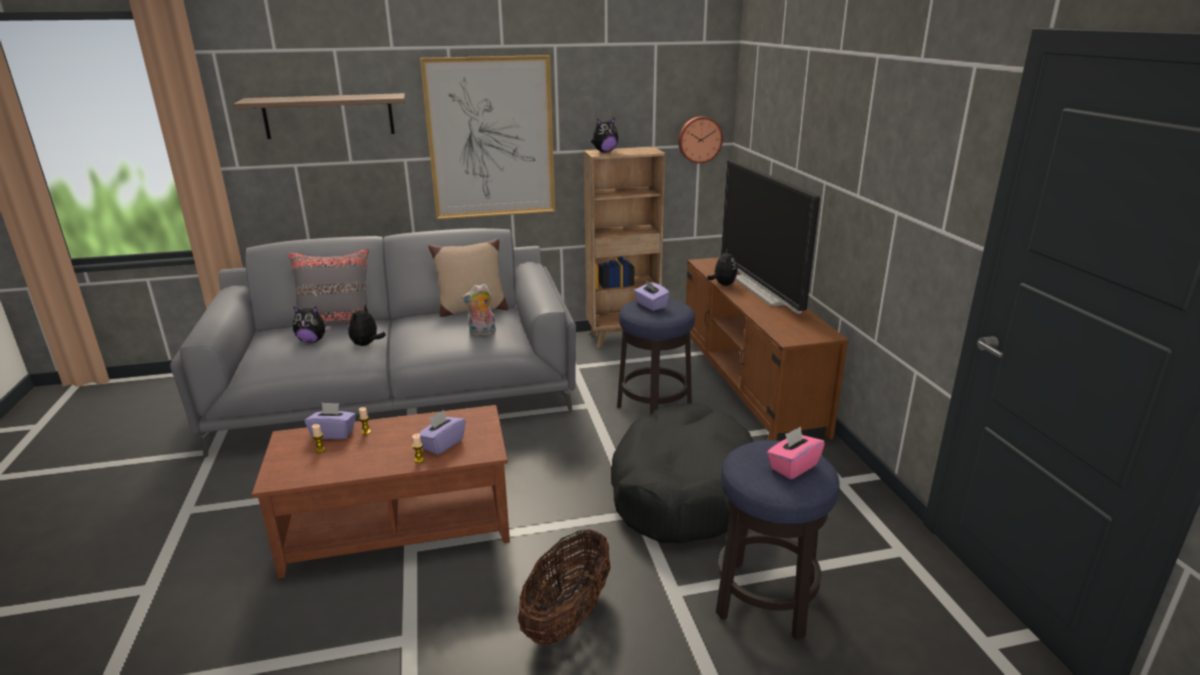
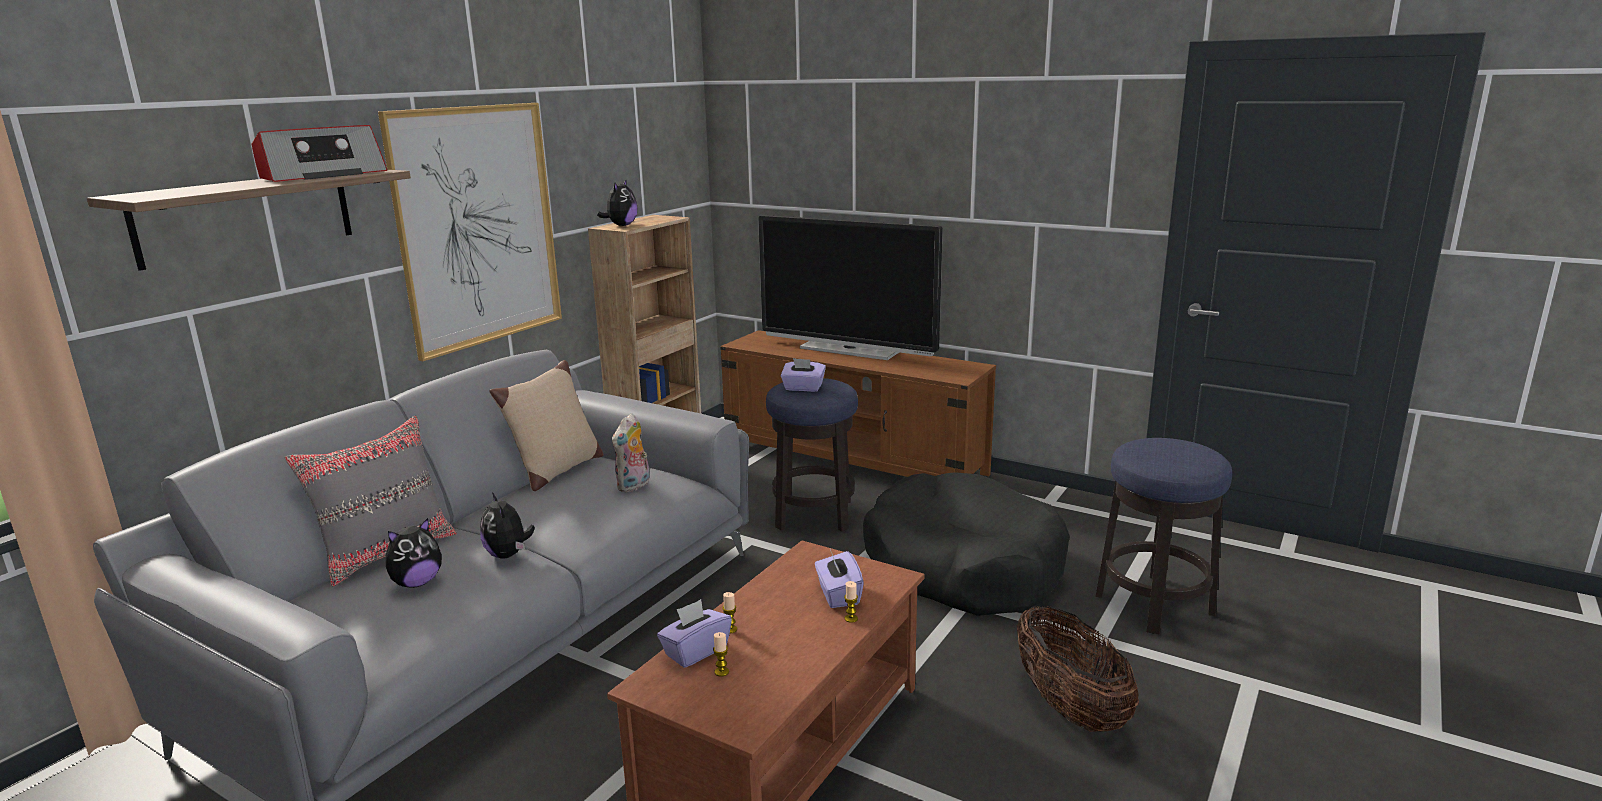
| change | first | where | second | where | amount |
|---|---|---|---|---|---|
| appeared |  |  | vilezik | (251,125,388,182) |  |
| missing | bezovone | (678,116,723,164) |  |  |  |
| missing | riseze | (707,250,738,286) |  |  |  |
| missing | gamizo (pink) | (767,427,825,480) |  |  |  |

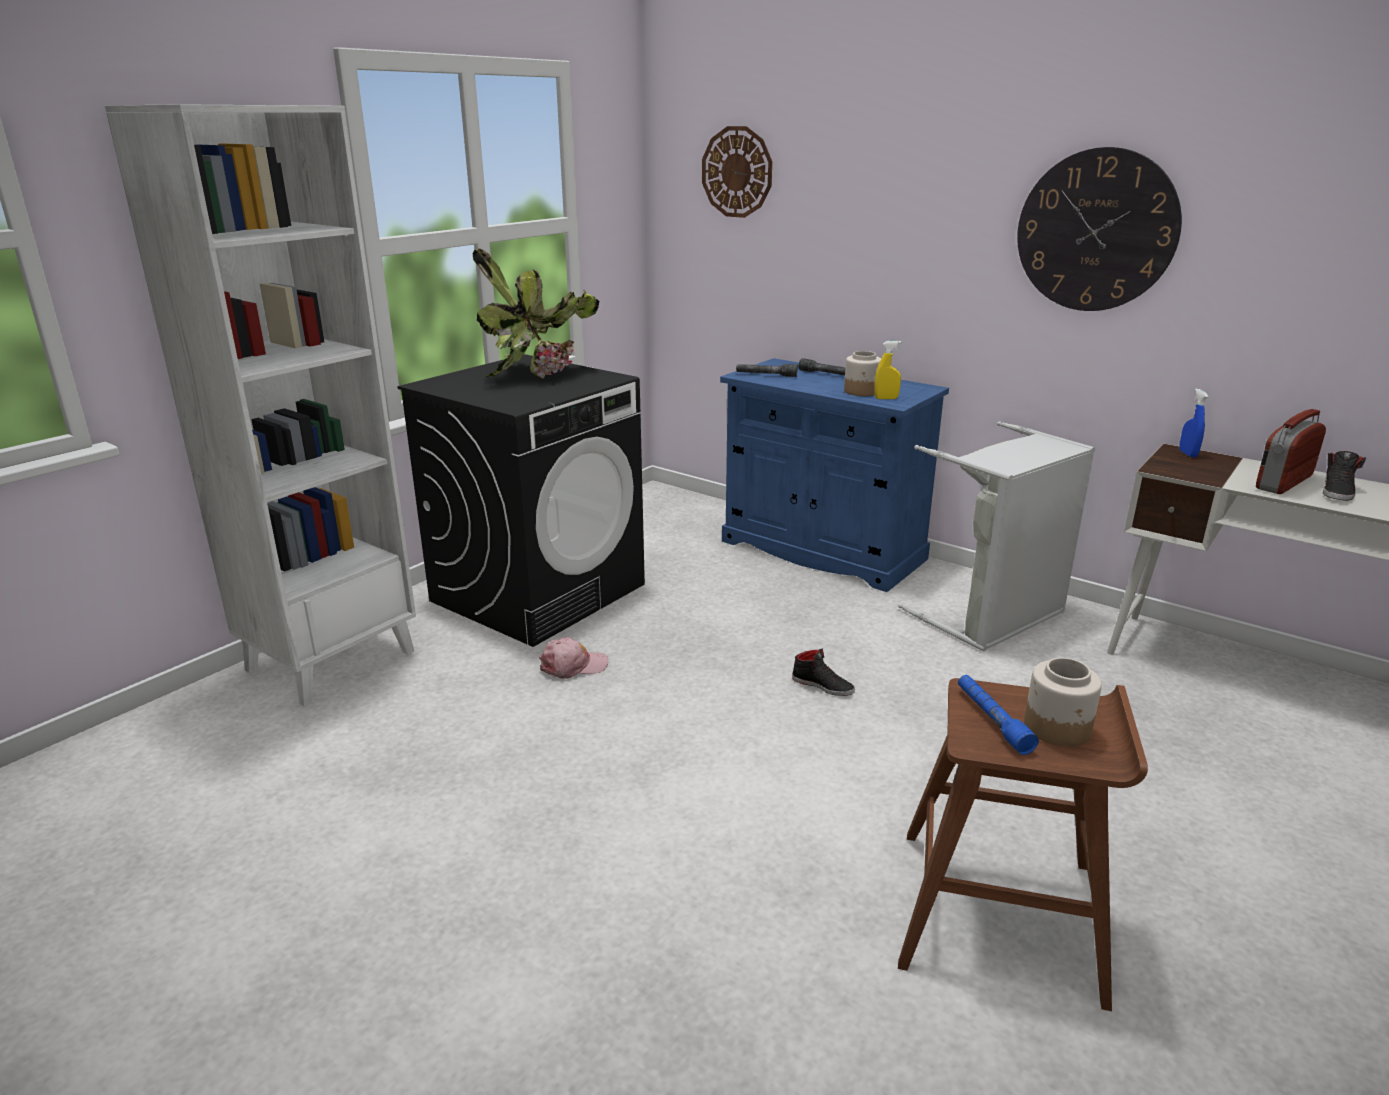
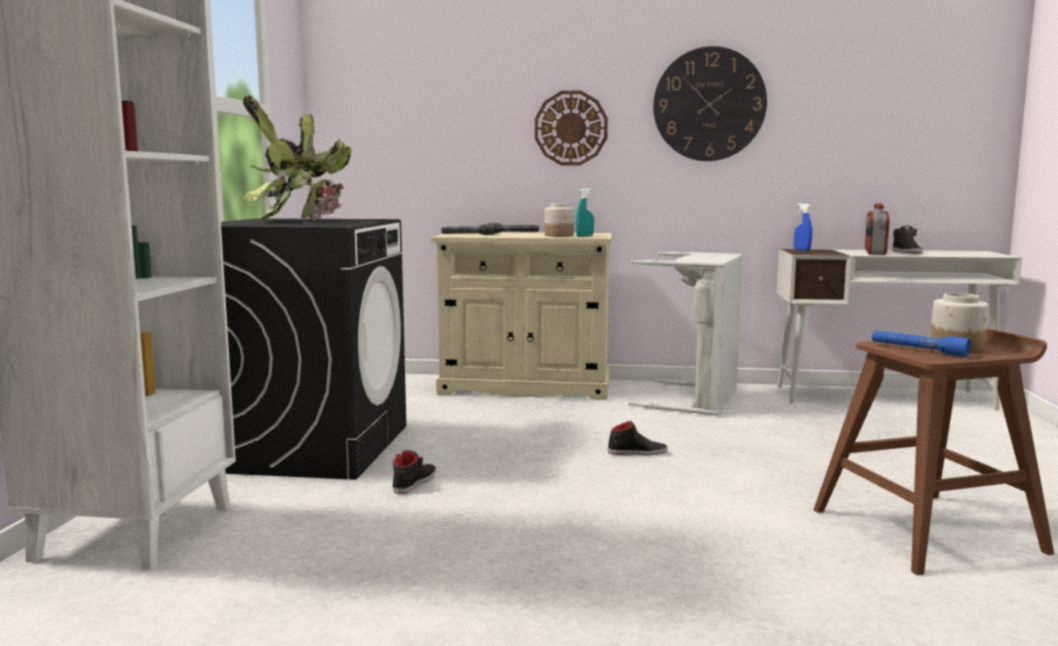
| change | first | where | second | where | amount |
|---|---|---|---|---|---|
| exchanged | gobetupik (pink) | (539,637,608,679) | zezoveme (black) | (392,450,436,494) |  |
| colour | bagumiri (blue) | (720,358,949,592) | bagumiri (beige) | (431,232,613,400) |  |
| relocated | bezovone | (702,126,772,218) |  | (535,91,608,166) |  |
| colour | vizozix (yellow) | (875,341,901,399) | vizozix (turquoise) | (576,188,594,237) |  |

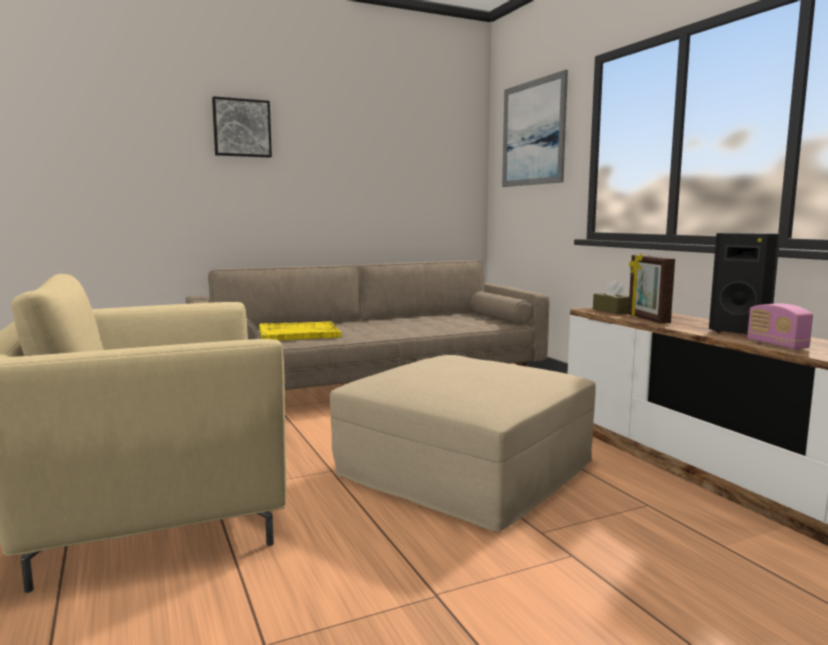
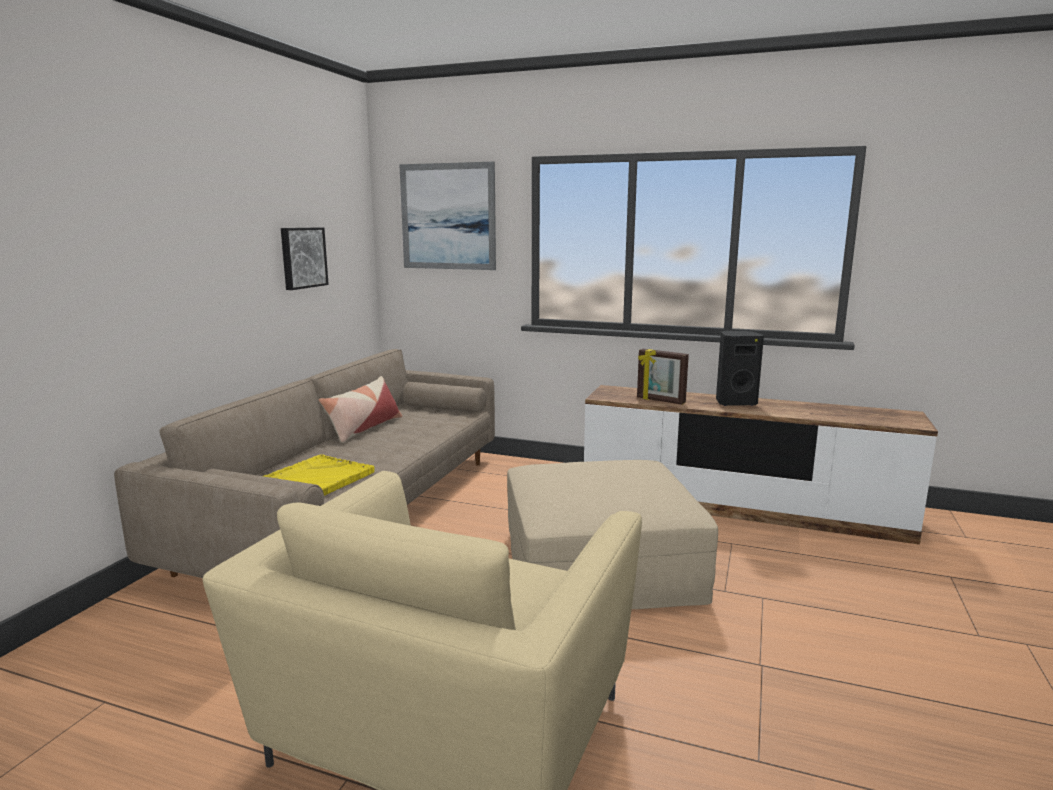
| change | first | where | second | where | amount |
|---|---|---|---|---|---|
| relocated | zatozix | (212,96,272,158) |  | (281,227,329,290) |  |
| appeared |  |  | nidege | (319,376,402,443) |  |
| missing | gamizo (brown) | (593,280,629,314) |  |  |  |
| missing | vilezik | (747,303,813,350) |  |  |  |

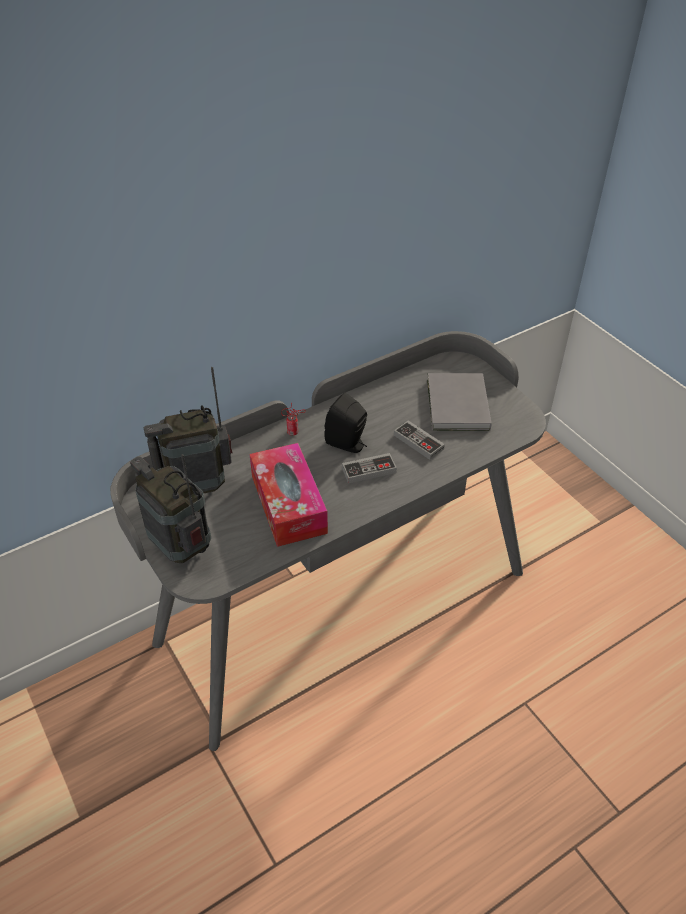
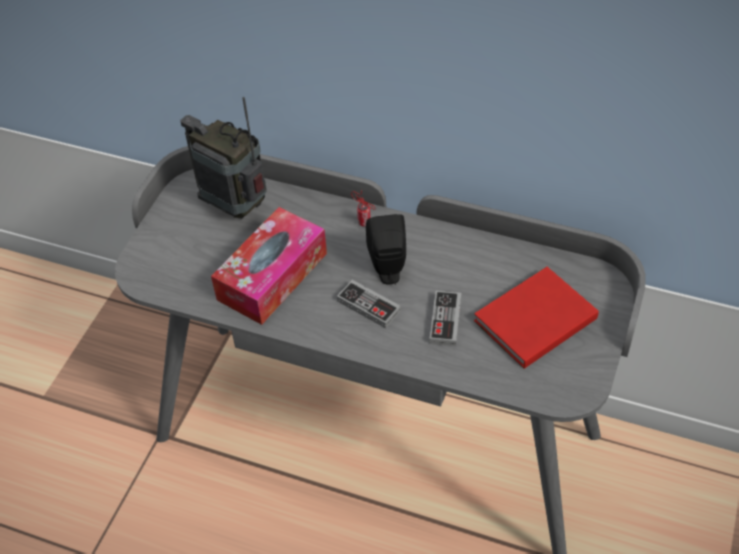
| change | first | where | second | where | amount |
|---|---|---|---|---|---|
| colour | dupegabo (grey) | (427,373,492,431) | dupegabo (red) | (474,267,599,369) |  |
| missing | vilezik | (130,454,211,563) |  |  |  |

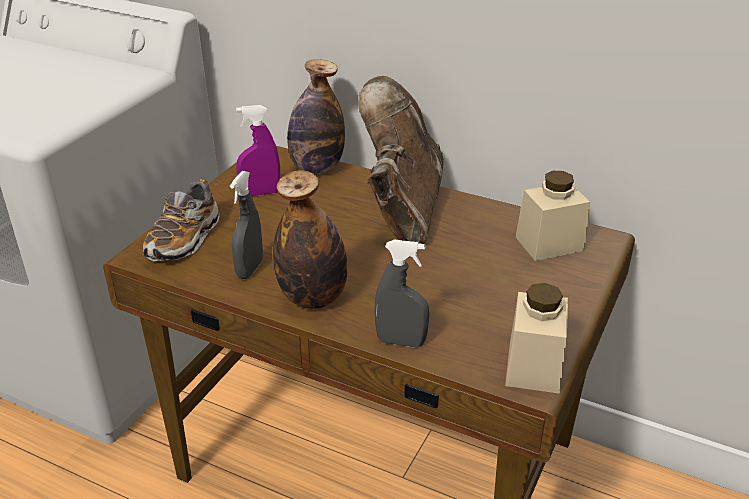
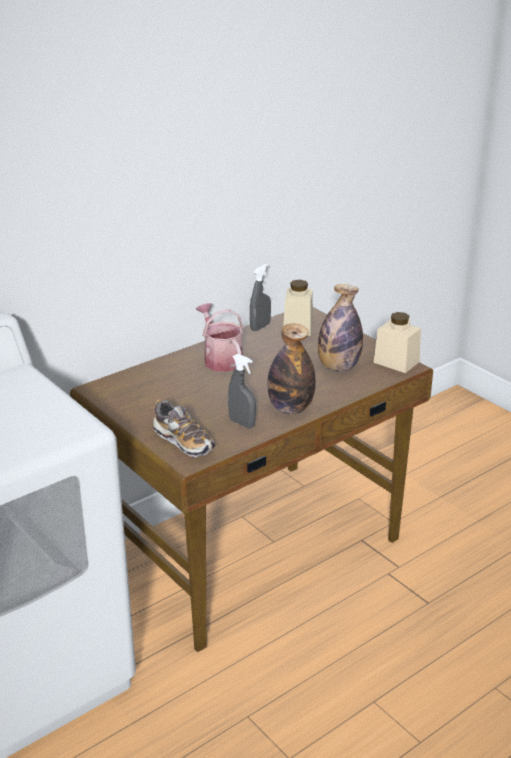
| change | first | where | second | where | amount |
|---|---|---|---|---|---|
| exchanged | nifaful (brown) | (358,76,444,244) | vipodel | (196,303,243,372) |  |
| relocated | vizozix (grey) | (374,240,429,347) |  | (250,264,271,331) |  |
| relocated | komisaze | (287,59,345,174) |  | (318,284,363,371) |  |
| missing | vizozix (purple) | (236,105,280,196) |  |  |  |

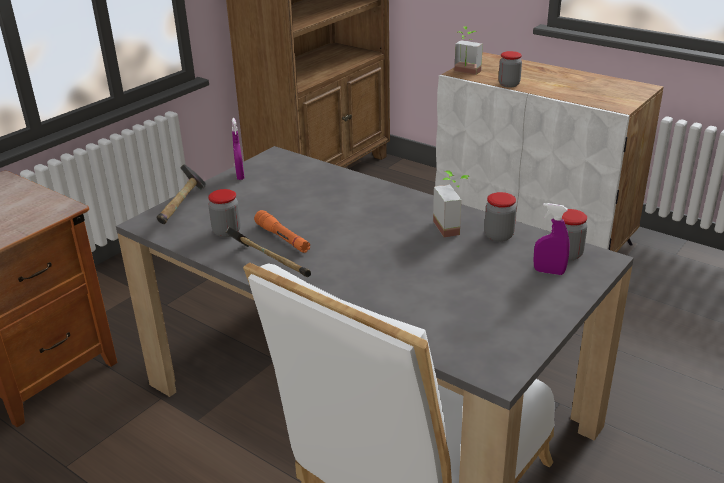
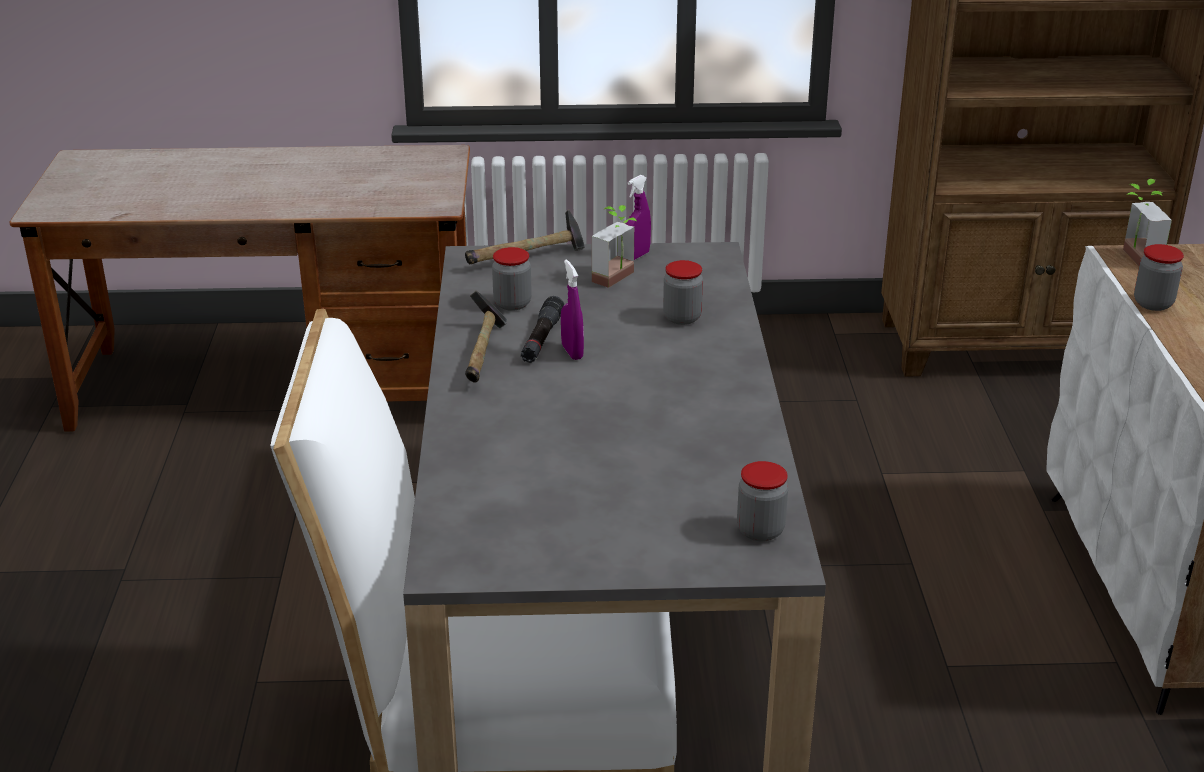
| change | first | where | second | where | amount |
|---|---|---|---|---|---|
| colour | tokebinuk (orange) | (254,210,310,253) | tokebinuk (black) | (521,296,564,363) |  |
| relocated | vizozix (purple) | (533,203,570,275) |  | (561,260,584,360) |  |
| relocated | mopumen | (433,171,468,237) |  | (592,205,637,288) |  |
| relocated | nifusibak | (484,192,516,242) |  | (663,260,703,325) |  |

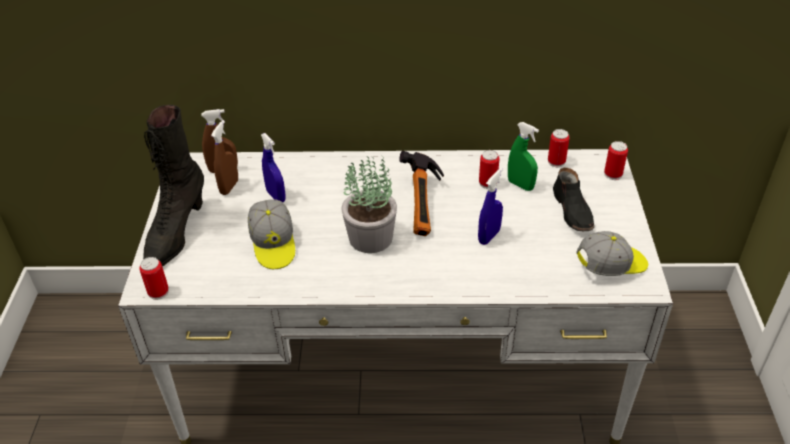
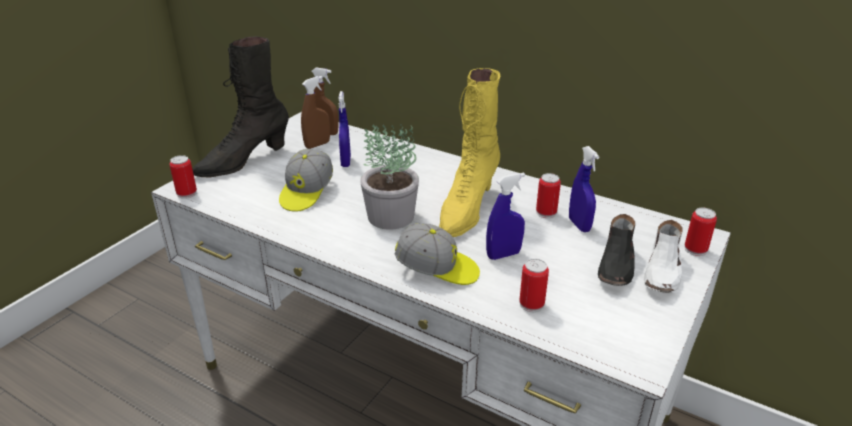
| change | first | where | second | where | amount |
|---|---|---|---|---|---|
| relocated | gobetupik | (576,231,648,276) |  | (395,223,480,285) |  |
| exchanged | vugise | (399,151,444,236) | nifaful (yellow) | (439,68,500,237) |  |
| relocated | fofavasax | (548,129,570,167) |  | (519,259,549,312) |  |
| colour | vizozix (green) | (508,122,539,191) | vizozix (blue) | (569,146,599,232) |  |
| appeared |  |  | zezoveme (white) | (644,220,683,293) |  |

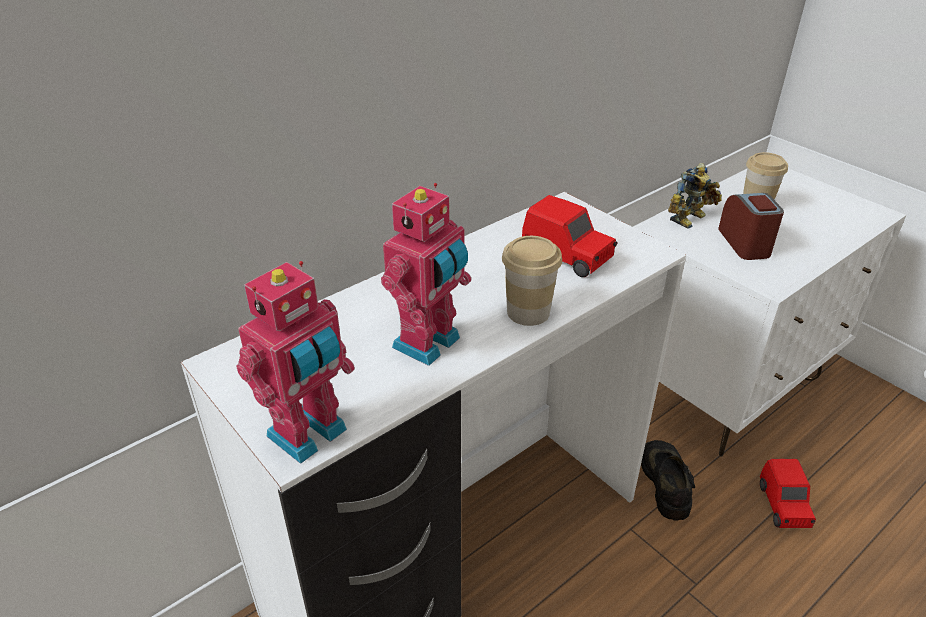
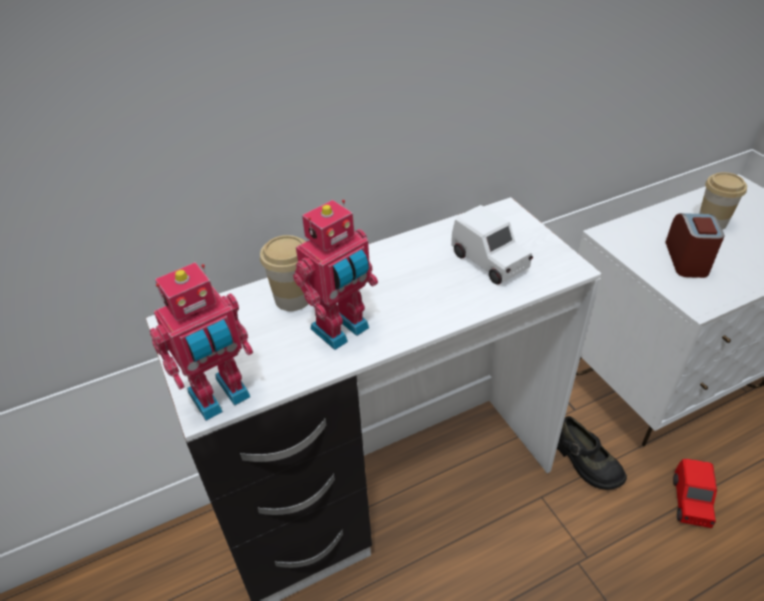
| change | first | where | second | where | amount |
|---|---|---|---|---|---|
| relocated | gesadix | (502,236,562,326) |  | (260,235,308,311) |  |
| colour | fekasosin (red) | (522,195,617,277) | fekasosin (white) | (451,205,533,285) |  |
| spun | zezoveme (black) | (641,440,695,521) |  | (557,416,627,490) | 135 degrees clockwise |
| missing | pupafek | (668,163,722,229) |  |  |  |

